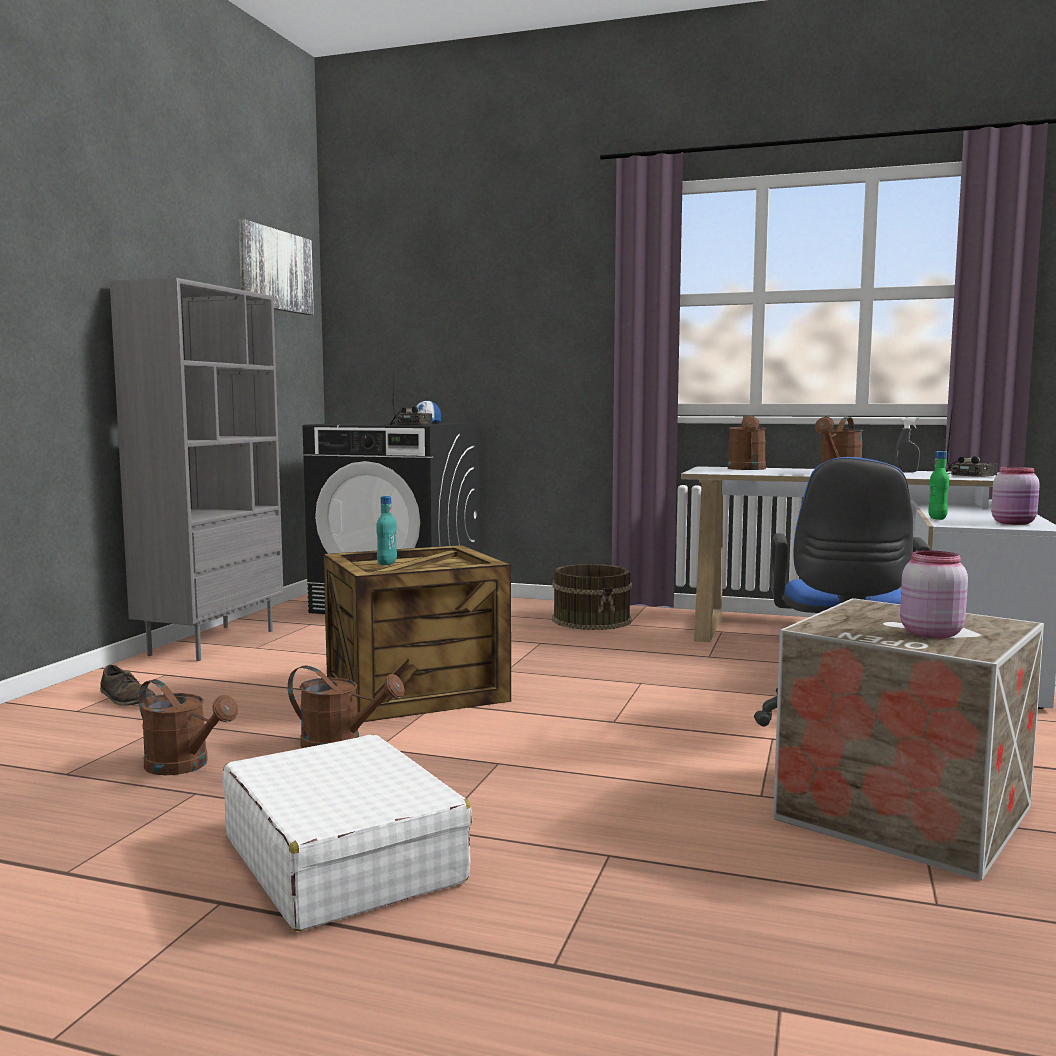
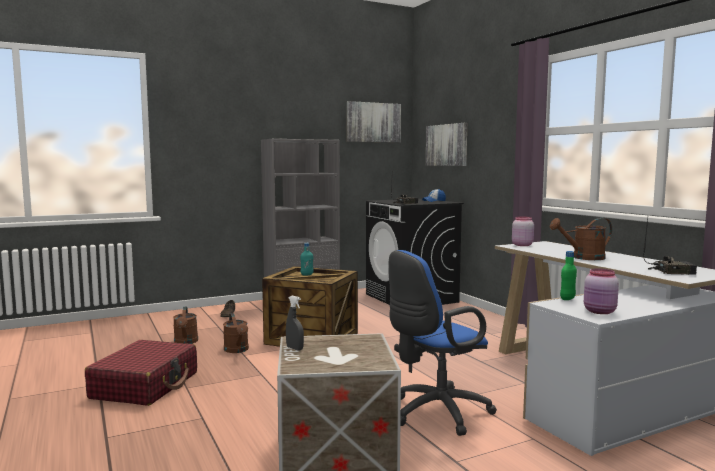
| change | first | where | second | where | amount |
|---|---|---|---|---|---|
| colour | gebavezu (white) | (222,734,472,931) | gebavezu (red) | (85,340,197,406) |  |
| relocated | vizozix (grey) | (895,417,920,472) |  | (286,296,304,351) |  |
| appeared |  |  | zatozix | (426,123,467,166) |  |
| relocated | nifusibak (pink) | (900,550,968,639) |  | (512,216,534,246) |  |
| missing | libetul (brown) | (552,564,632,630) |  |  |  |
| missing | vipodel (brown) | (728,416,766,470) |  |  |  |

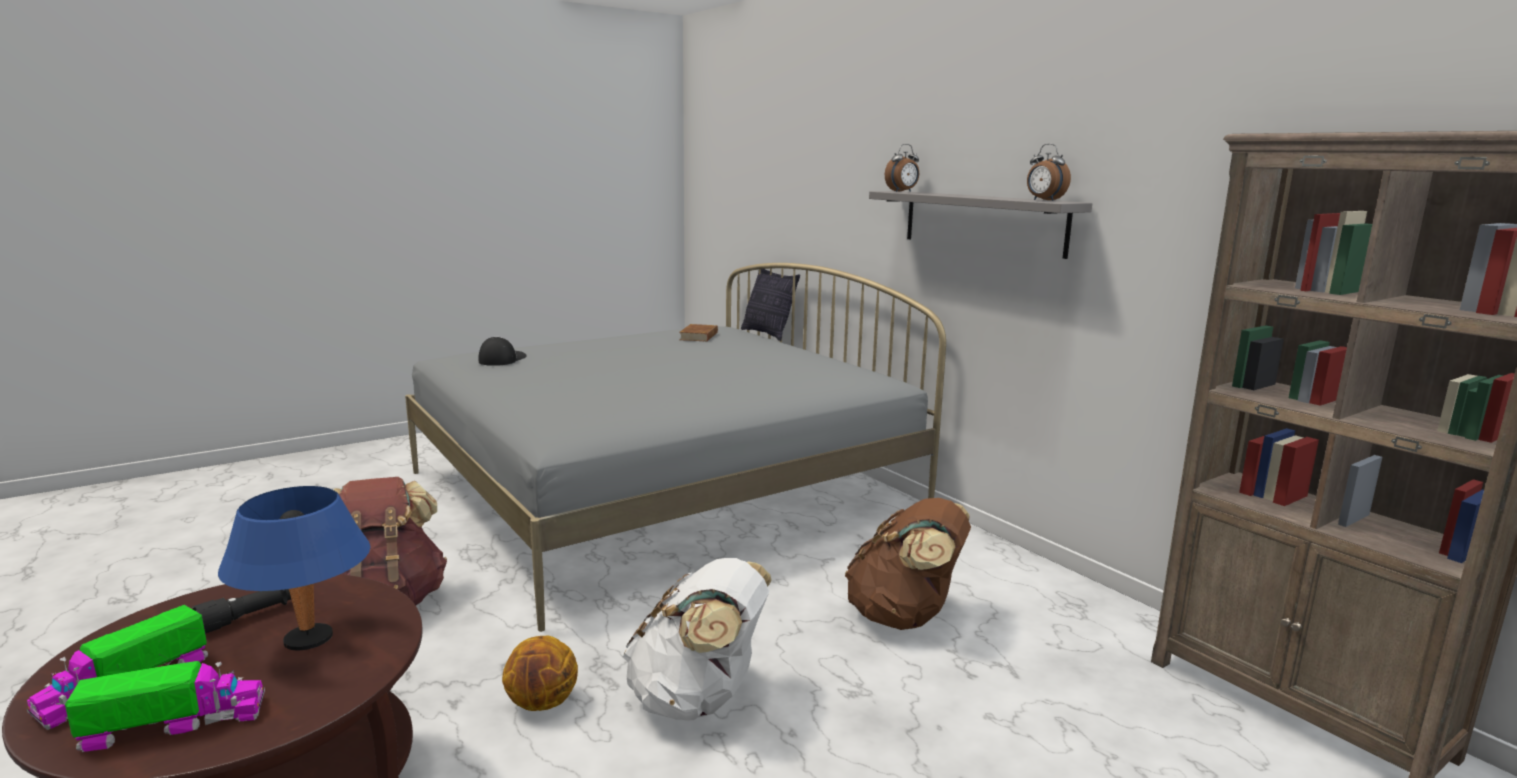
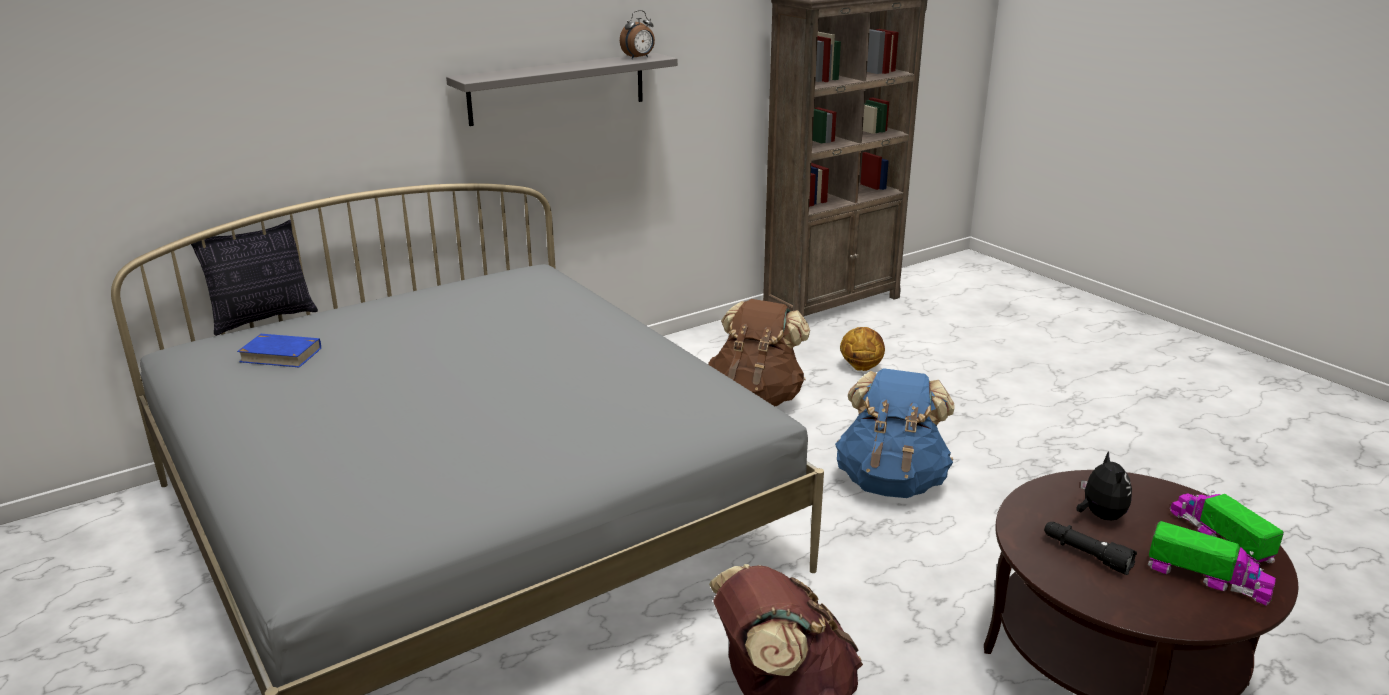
| change | first | where | second | where | amount |
|---|---|---|---|---|---|
| colour | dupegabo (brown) | (679,324,718,342) | dupegabo (blue) | (237,334,321,367) |  |
| colour | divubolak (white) | (623,558,772,721) | divubolak (blue) | (835,368,955,498) |  |
| relocated | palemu | (502,635,578,711) |  | (840,327,885,371) |  |
| exchanged | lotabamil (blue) | (218,486,370,650) | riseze | (1077,451,1132,520) |  |
| missing | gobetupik | (479,336,527,366) |  |  |  |
| missing | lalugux | (885,144,919,192) |  |  |  |

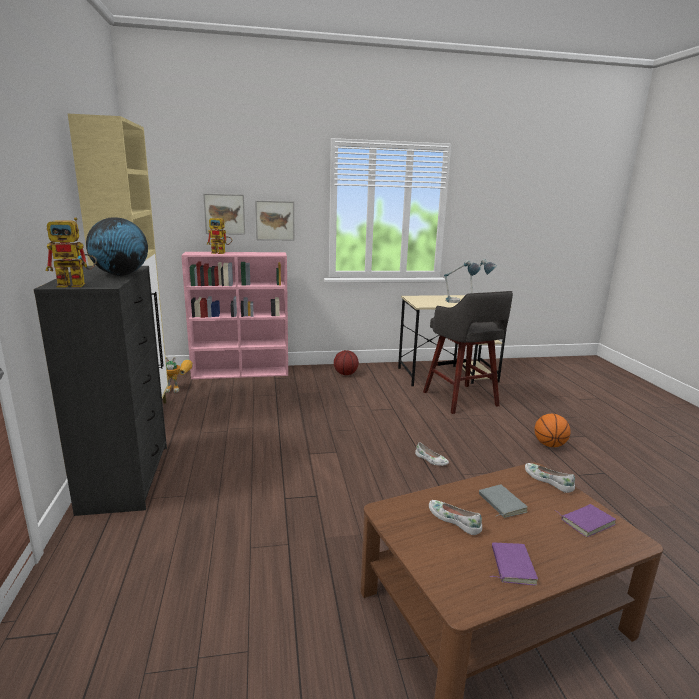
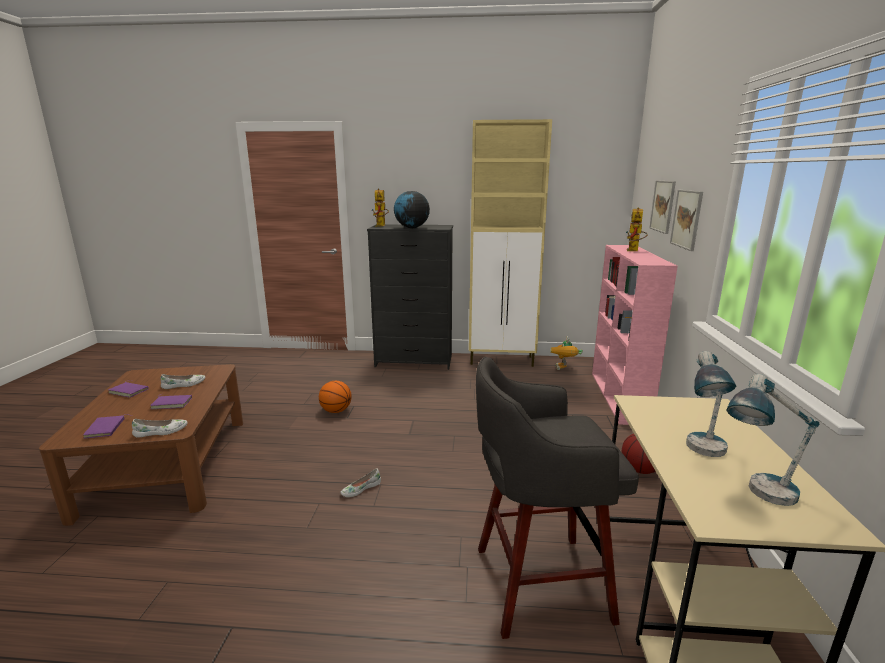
| change | first | where | second | where | amount |
|---|---|---|---|---|---|
| colour | dupegabo (grey) | (479,485,528,518) | dupegabo (purple) | (150,394,192,409) |  |
| relocated | palemu | (535,414,571,447) |  | (319,381,352,413) |  |

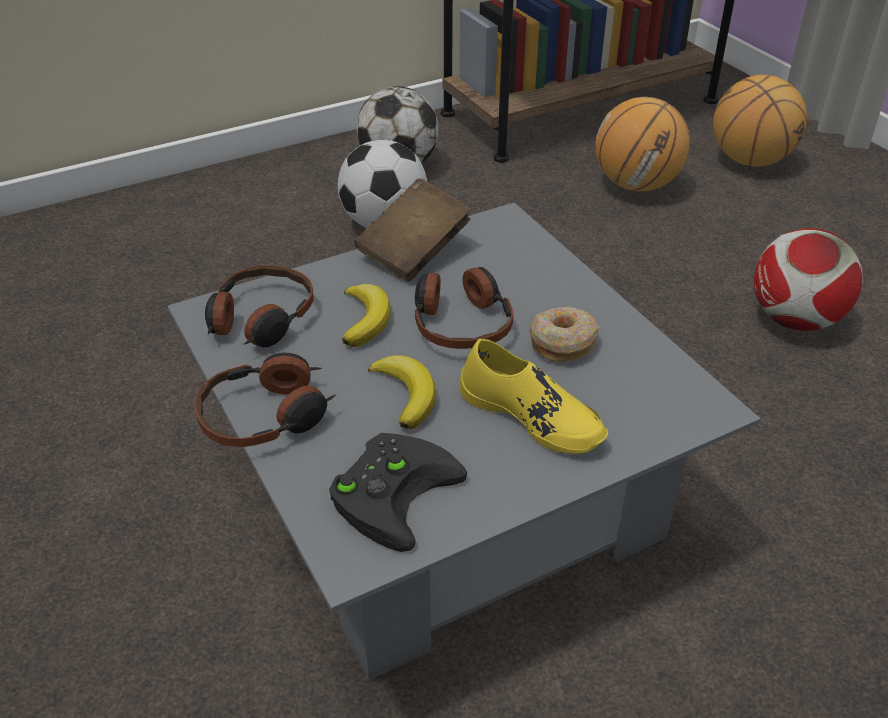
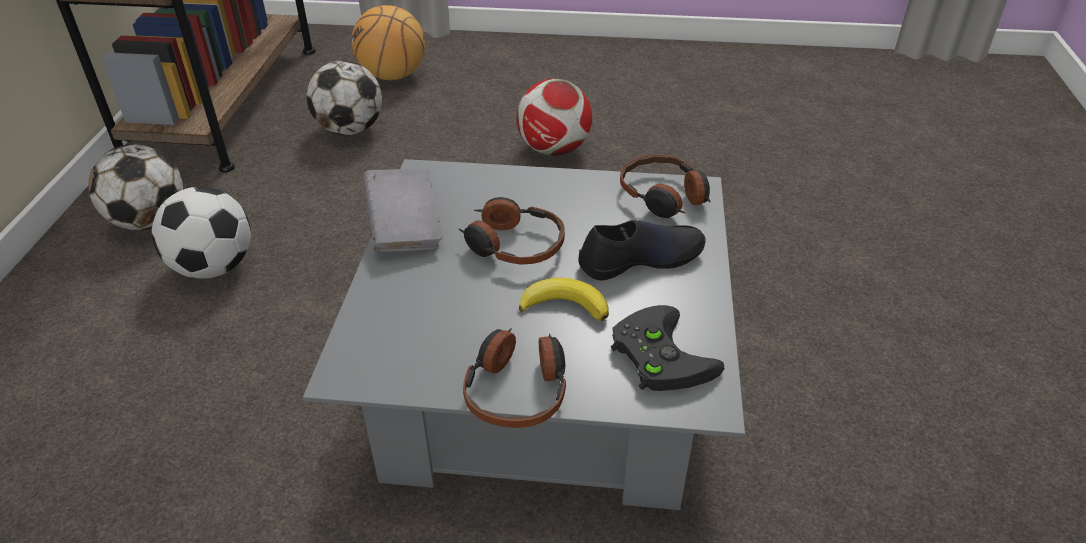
| change | first | where | second | where | amount |
|---|---|---|---|---|---|
| exchanged | palemu | (595,97,690,191) | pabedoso | (307,60,382,135) |  |
| colour | dupegabo (brown) | (354,178,471,281) | dupegabo (grey) | (363,169,442,252) |  |
| colour | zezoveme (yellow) | (459,339,608,454) | zezoveme (black) | (578,220,706,280) |  |
| relocated | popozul | (205,265,314,348) |  | (620,154,711,218) |  |
| missing | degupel | (342,284,390,347) |  |  |  |
| missing | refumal | (530,307,600,362) |  |  |  |

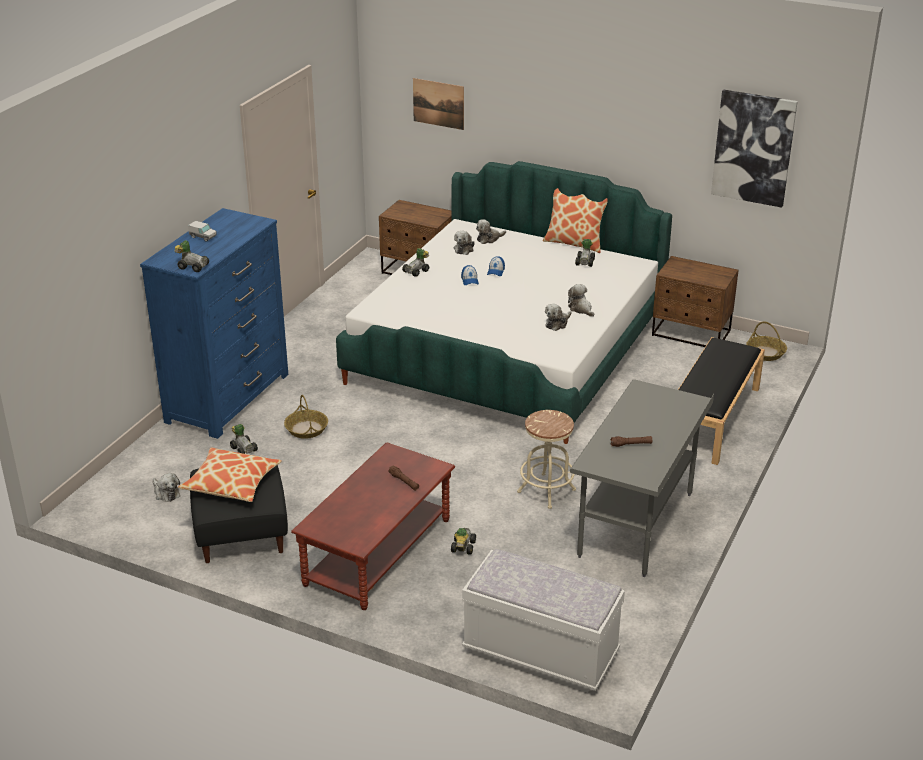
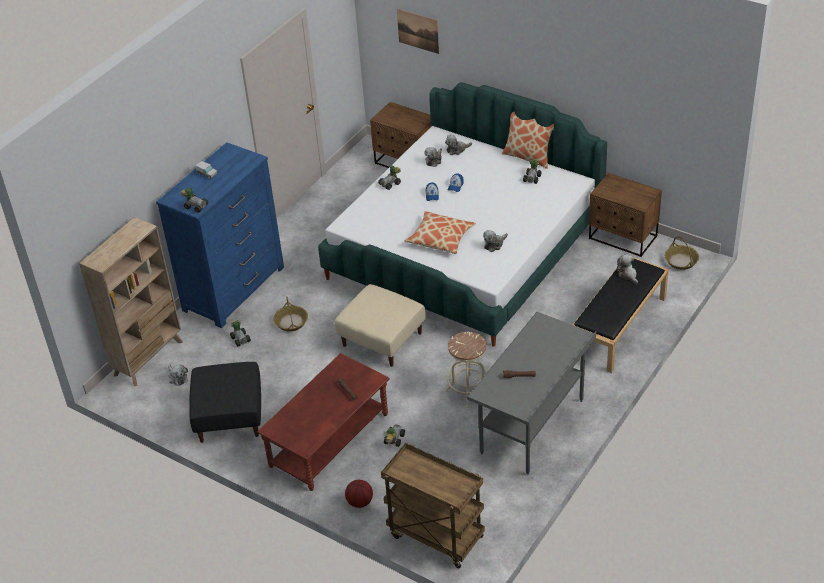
| change | first | where | second | where | amount |
|---|---|---|---|---|---|
| appeared |  |  | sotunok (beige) | (79,217,183,386) |  |
| appeared |  |  | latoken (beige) | (335,284,426,367) |  |
| appeared |  |  | palemu | (345,480,373,508) |  |
| exchanged | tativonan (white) | (462,549,625,693) | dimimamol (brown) | (381,443,485,568) |  |
| relocated | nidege | (178,448,282,502) |  | (405,211,476,254) |  |
| relocated | riseze | (568,284,594,317) |  | (617,254,638,284) |  |
| missing | zatozix | (711,89,798,208) |  |  |  |

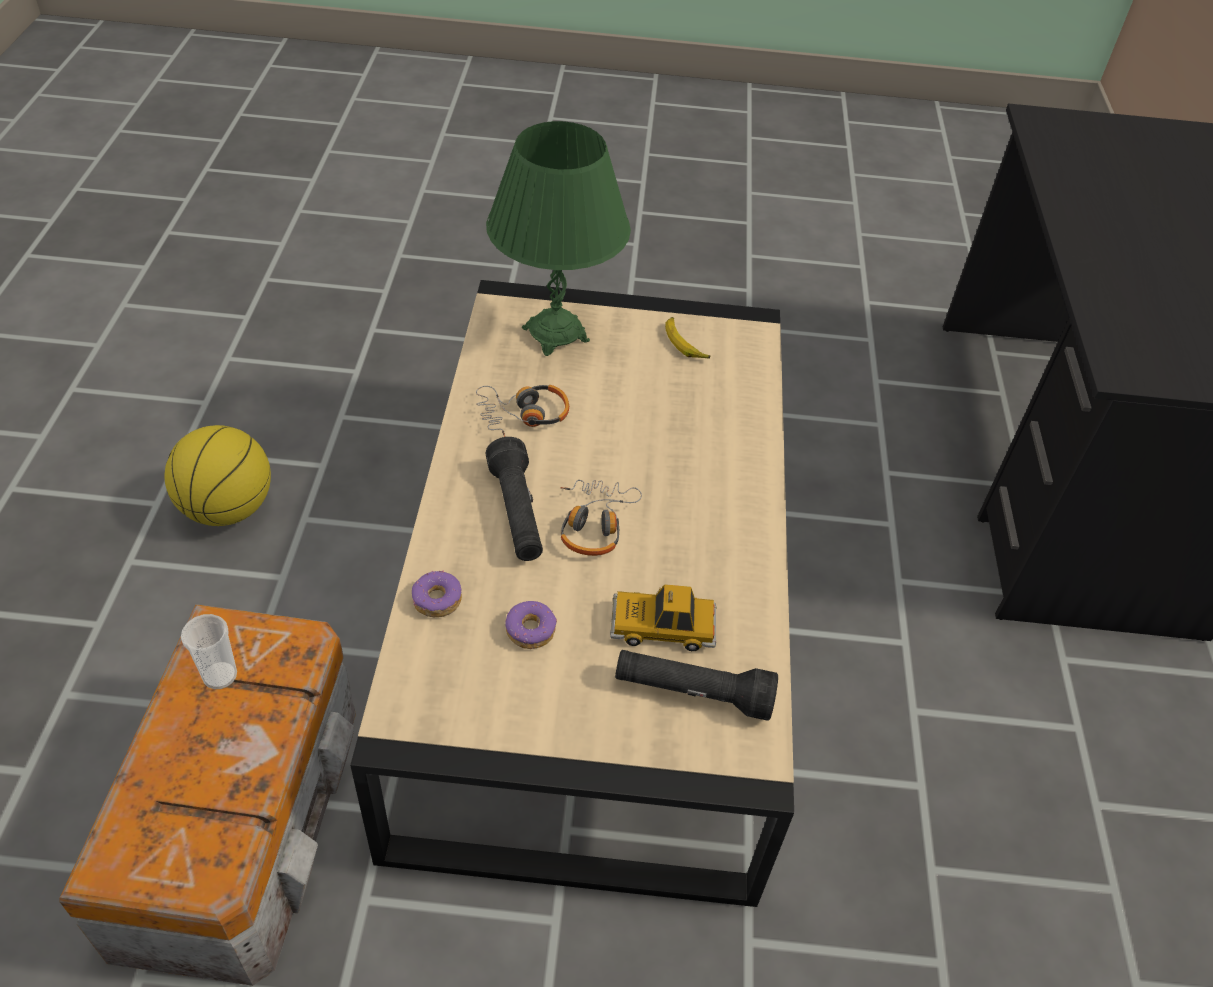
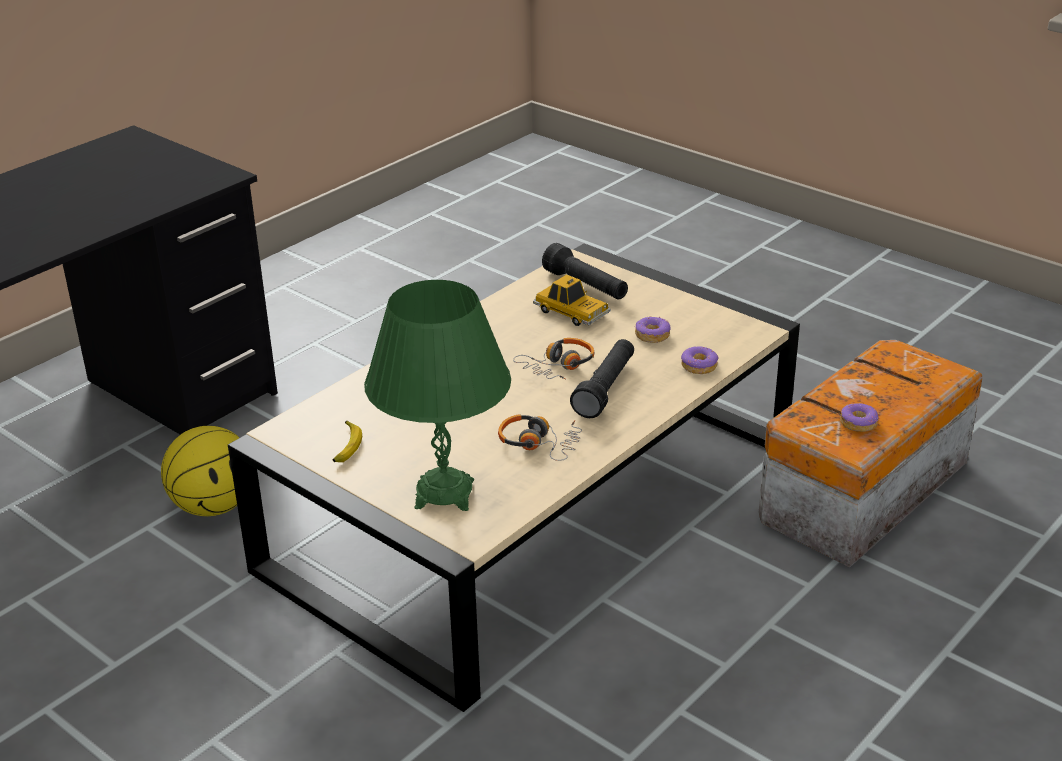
| change | first | where | second | where | amount |
|---|---|---|---|---|---|
| relocated | palemu | (165,425,271,526) |  | (161,426,239,516) |  |
| exchanged | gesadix | (181,614,237,689) | refumal | (840,403,878,432) |  |

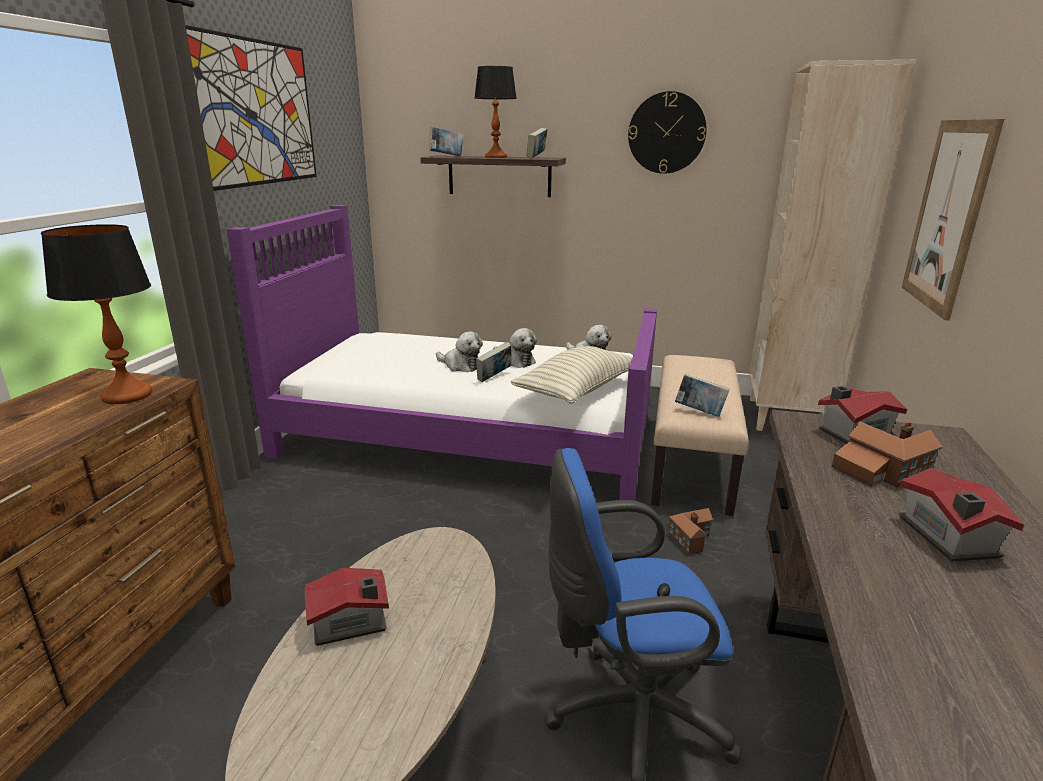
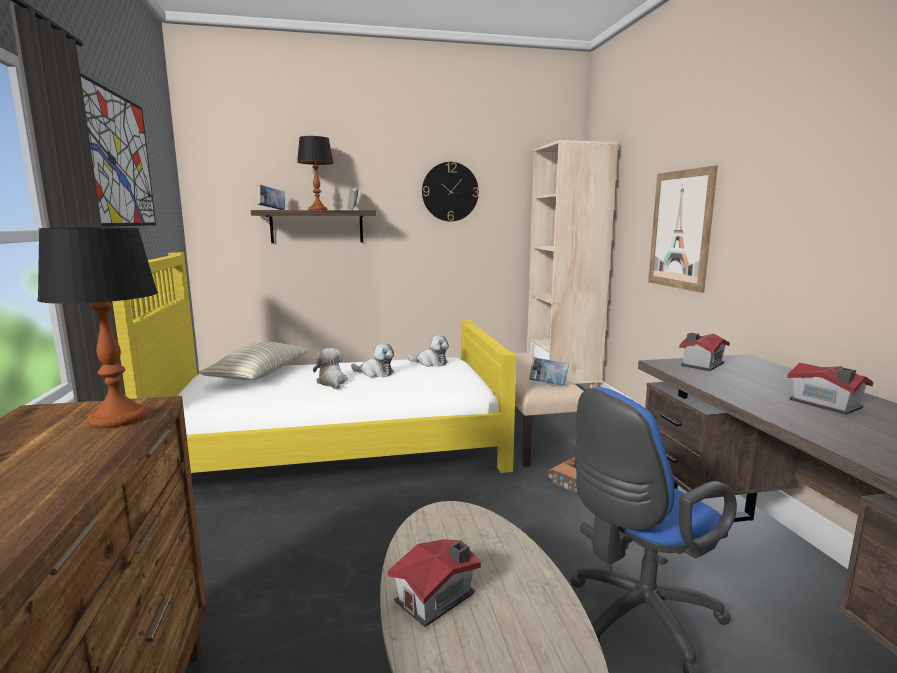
| change | first | where | second | where | amount |
|---|---|---|---|---|---|
| colour | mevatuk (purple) | (226,205,657,501) | mevatuk (yellow) | (112,252,516,473) |  |
| relocated | nidege | (511,346,633,404) |  | (199,341,308,380) |  |
| spun | riseze | (436,331,483,372) |  | (313,348,348,389) | 120 degrees counterclockwise |
| missing | dupegabo | (476,342,512,382) |  |  |  |
| missing | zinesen | (832,421,942,488) |  |  |  |

